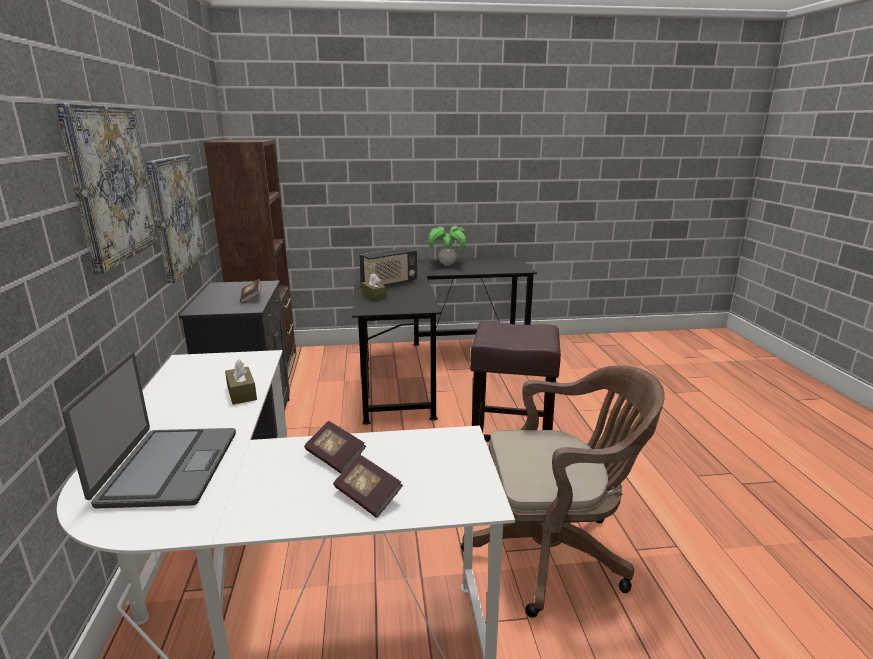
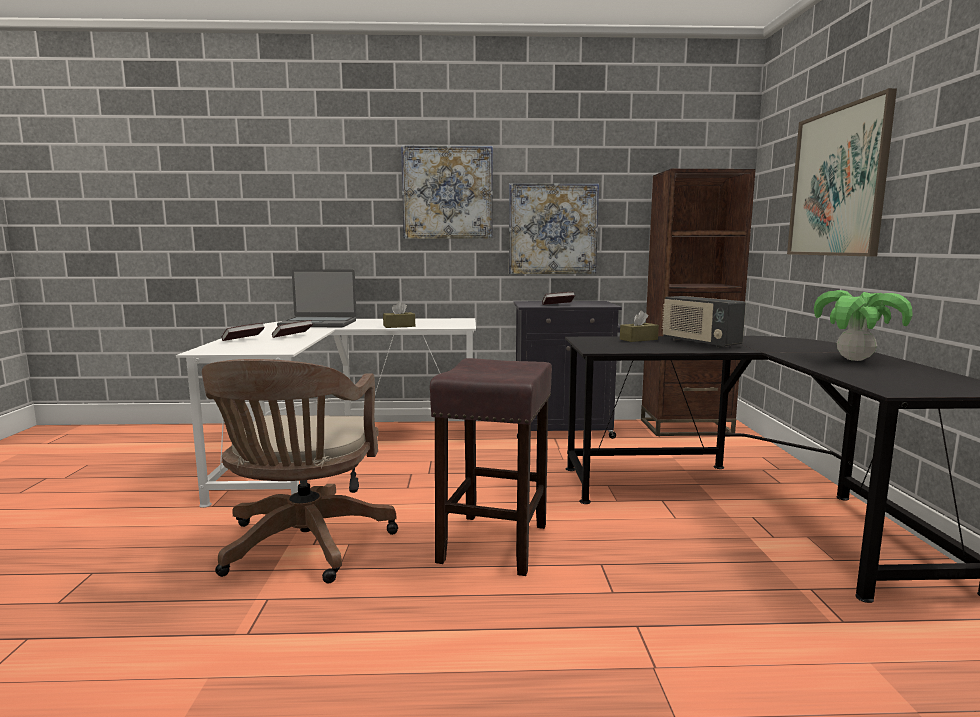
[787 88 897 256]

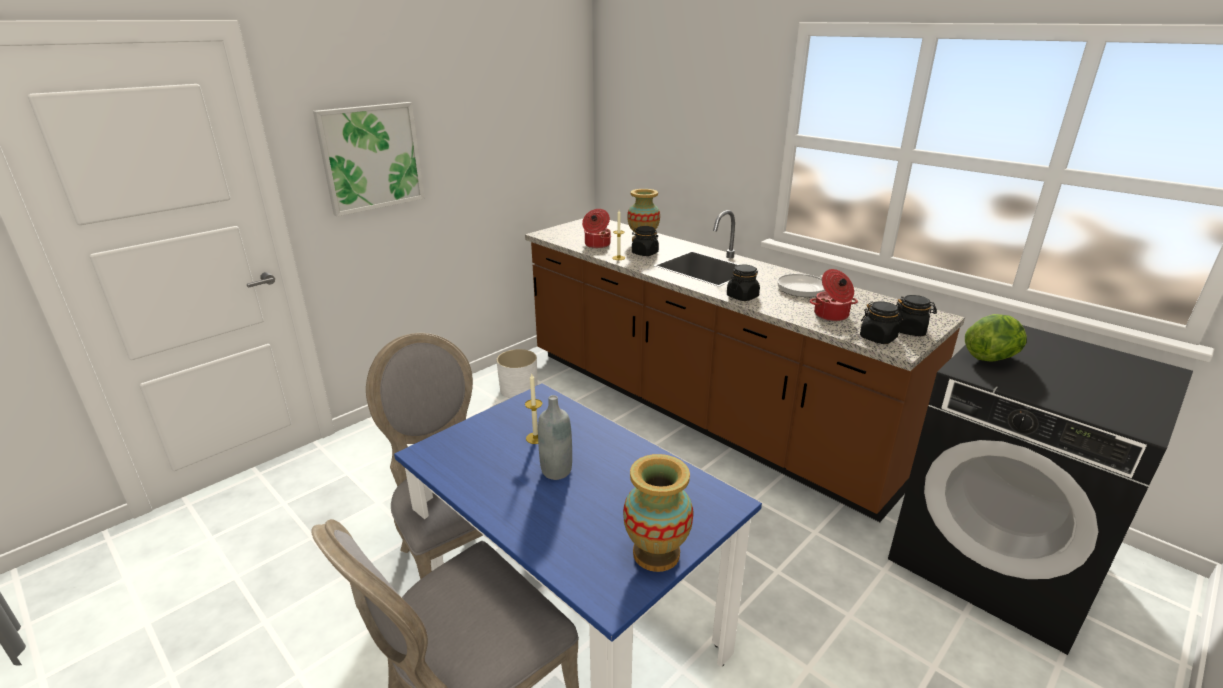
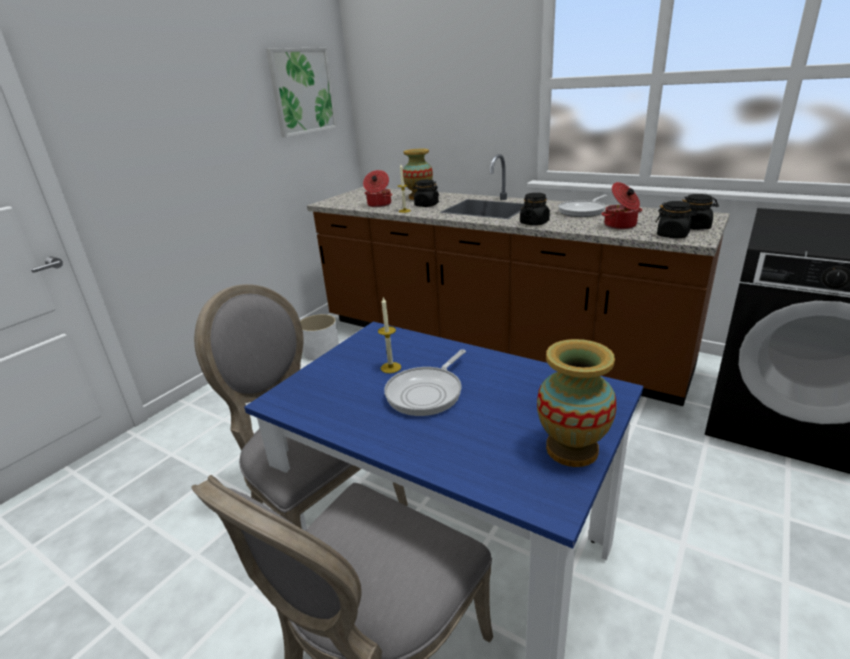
[266 48 337 138]
[965 314 1027 361] (first image)
[384 349 466 416]

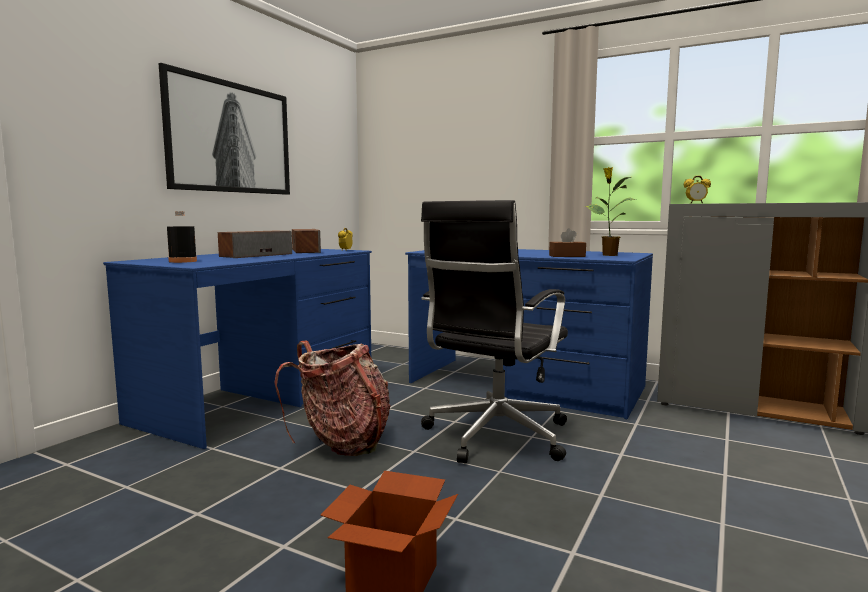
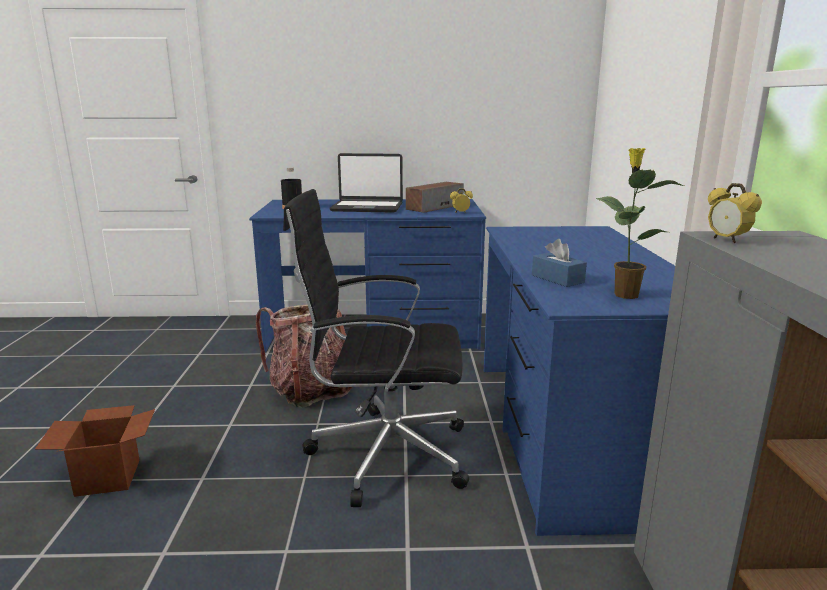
[159 63 290 195] (first image)
[532 239 587 287]
[329 153 403 213]

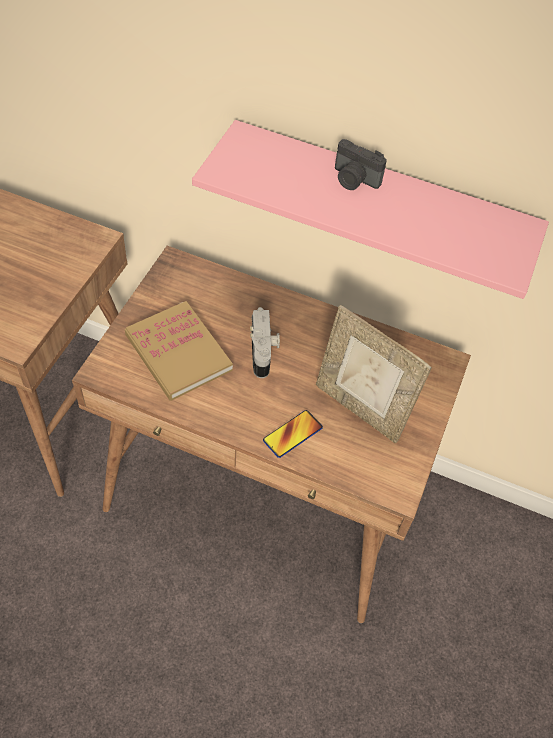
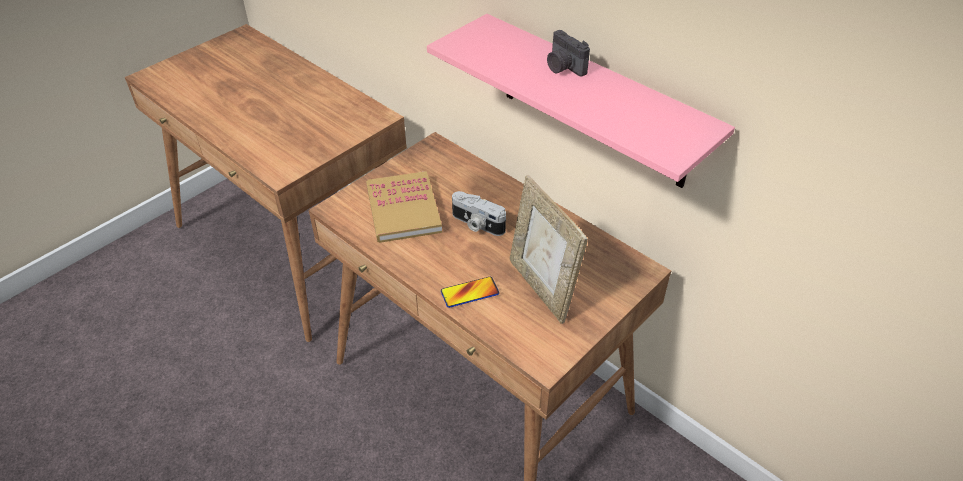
[452 191 506 236]

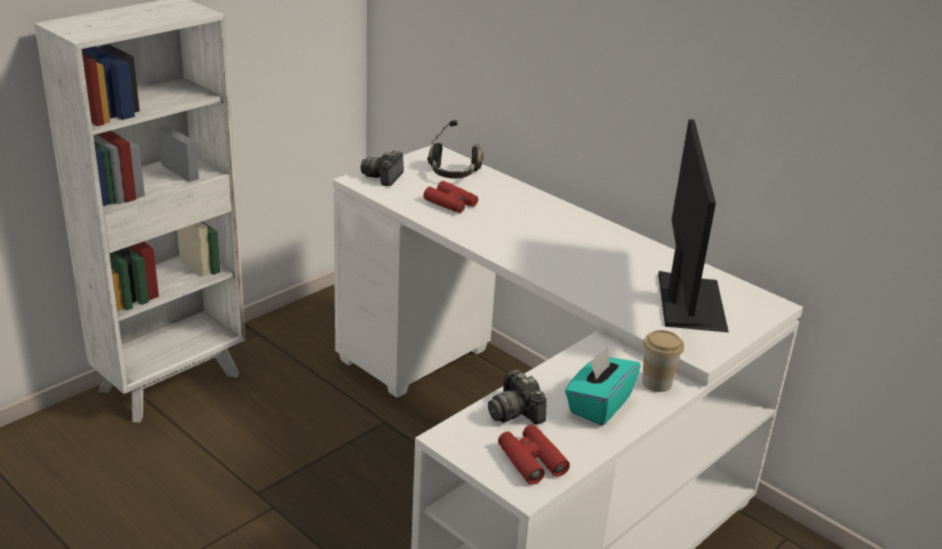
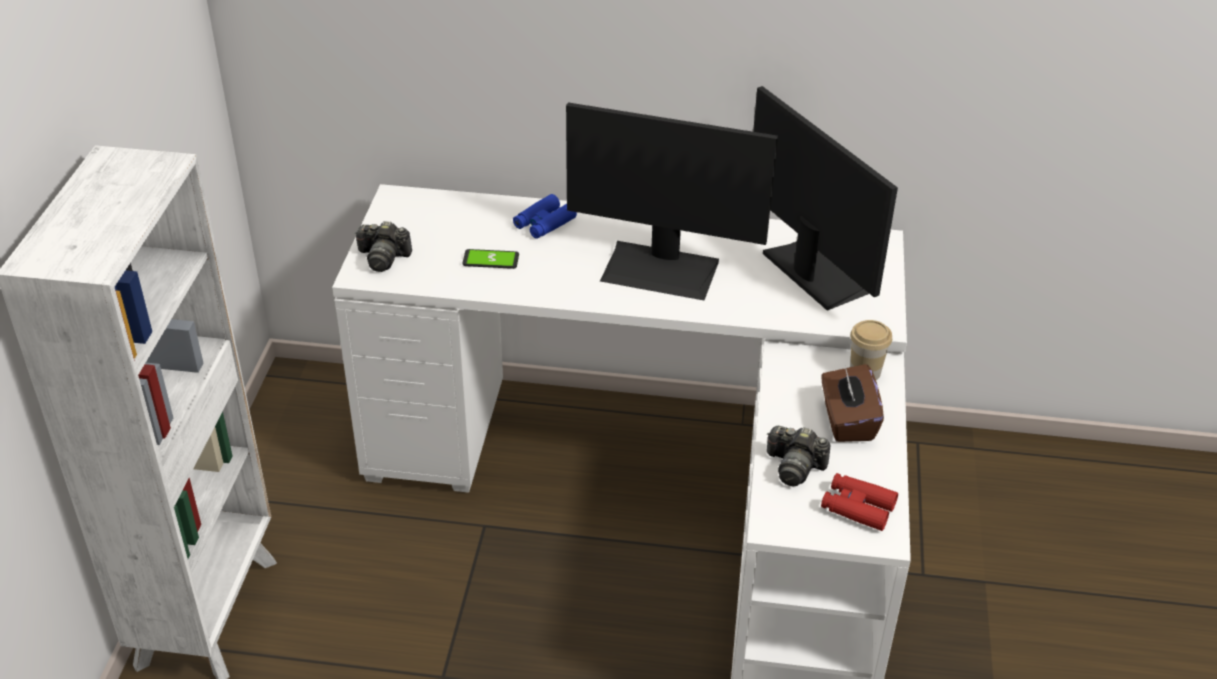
[427 120 484 178] (first image)
[355 221 412 272]
[462 249 519 269]
[821 364 884 442]
[566 102 778 300]
[513 194 577 239]

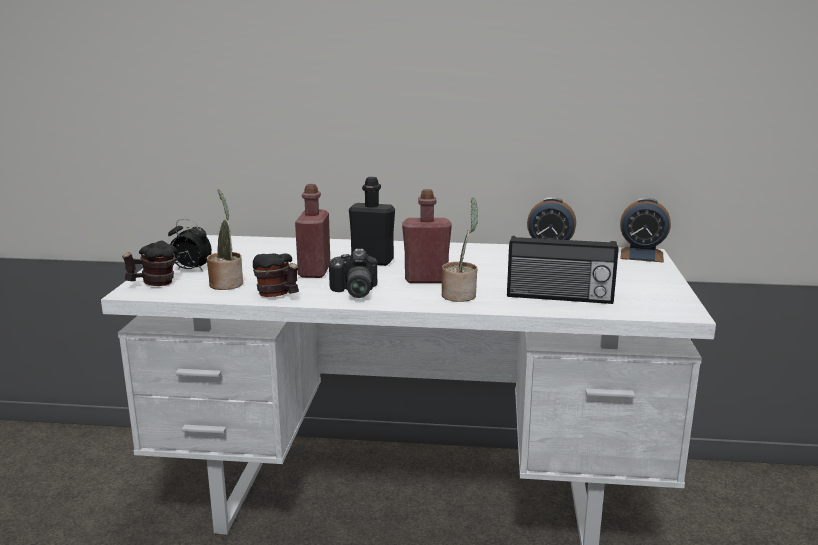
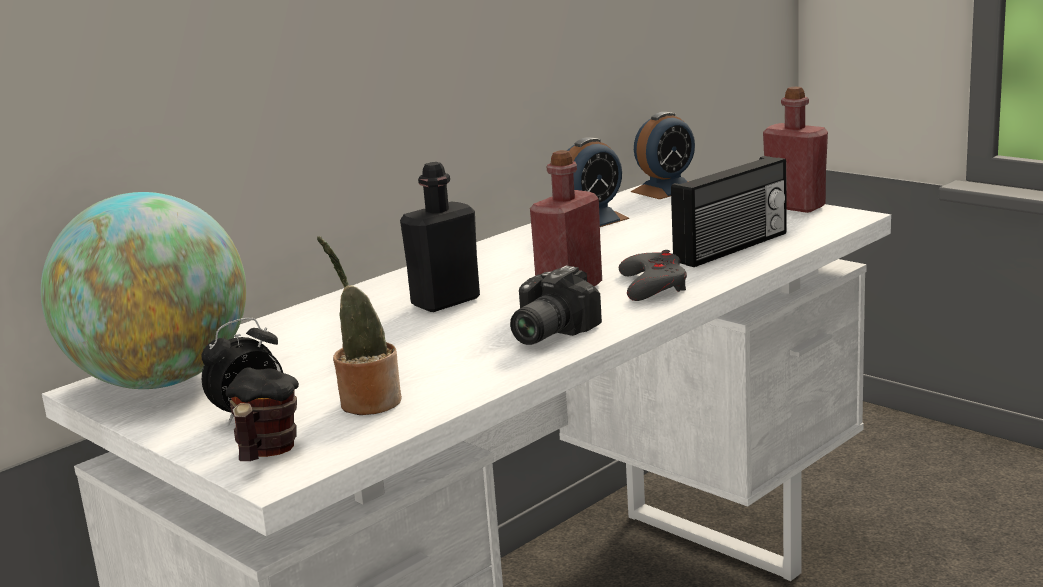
[763 87 828 213]
[619 250 687 301]
[510 266 602 345]
[253 254 299 297] (first image)
[41 192 246 389]

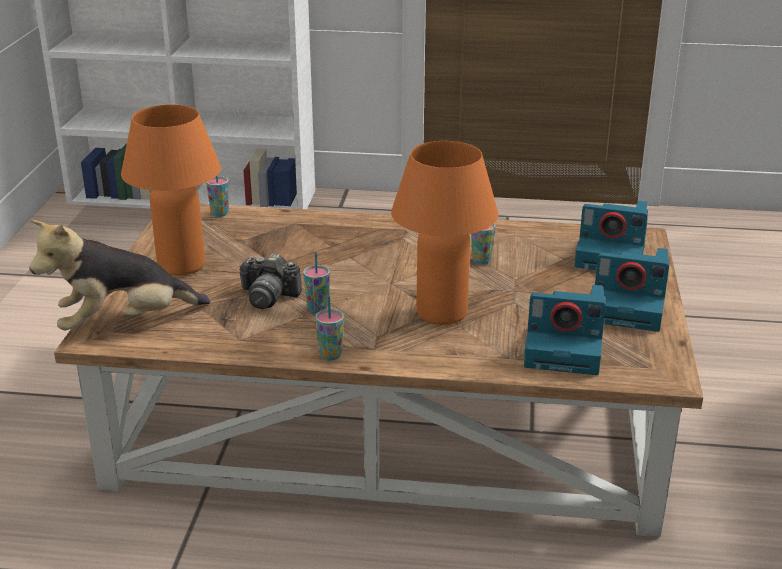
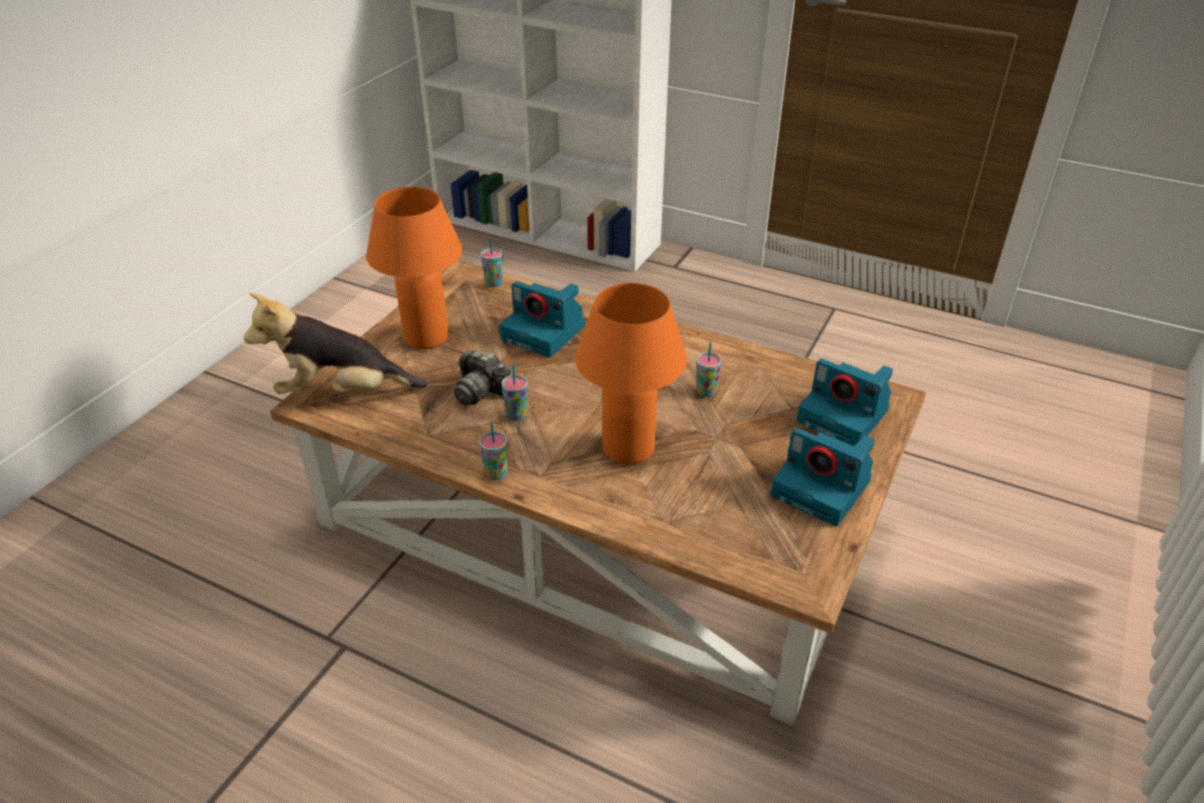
[500 281 585 358]

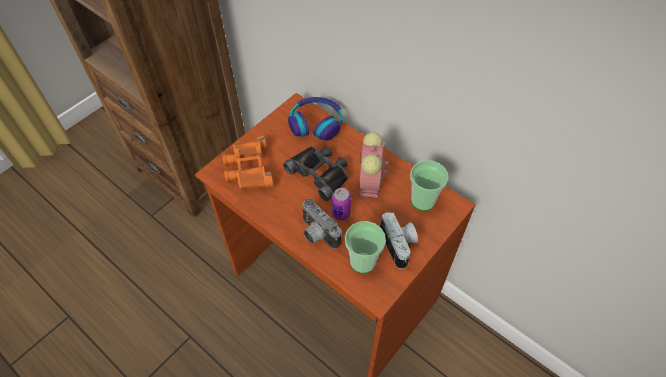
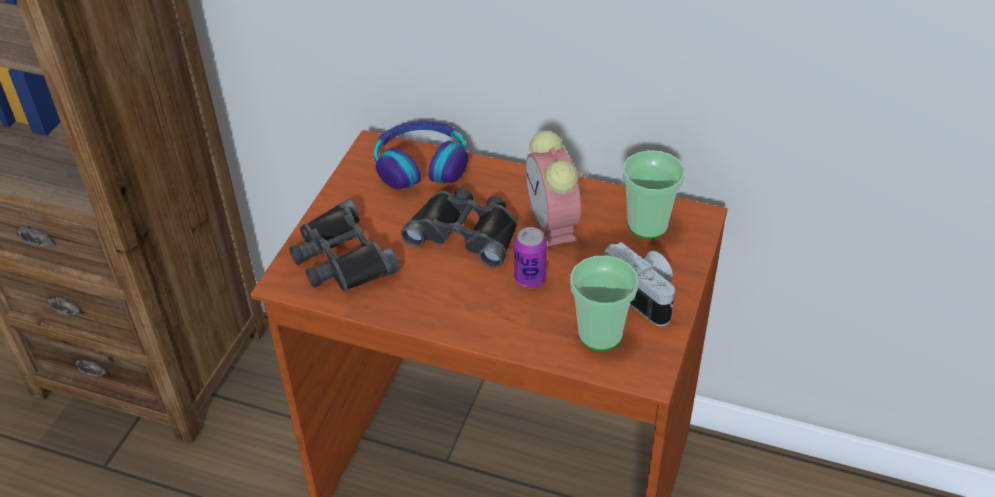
[289 200 400 292]
[301 198 342 249] (first image)

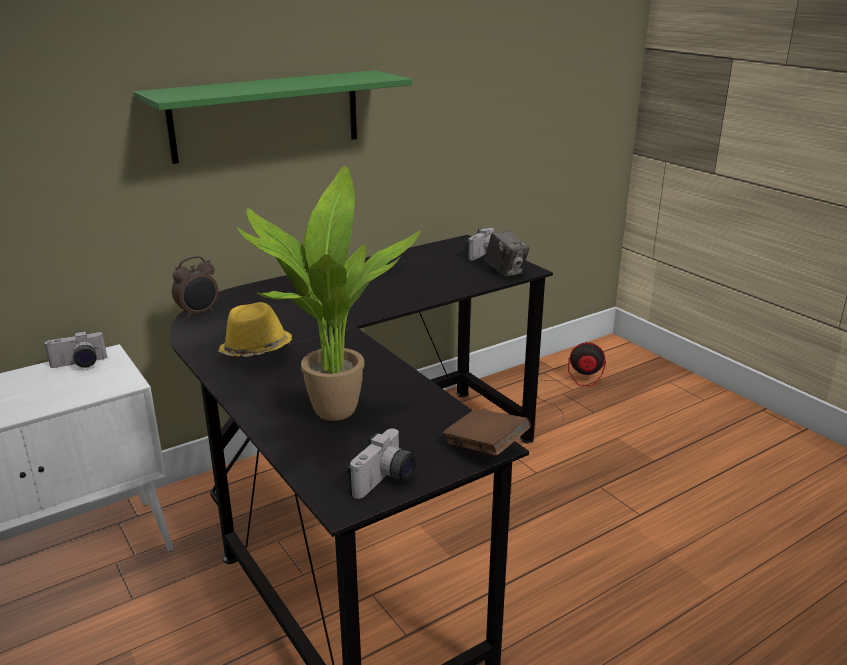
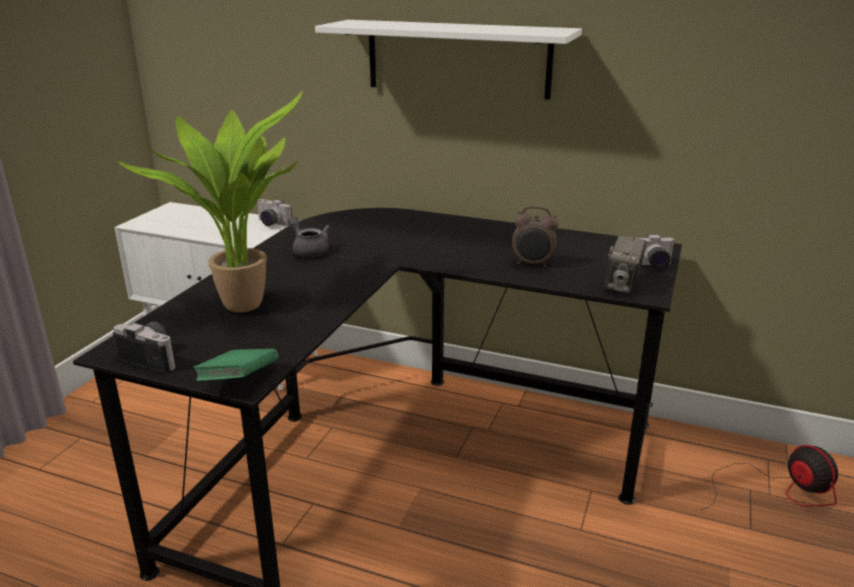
[315 20 582 100]
[512 206 558 267]
[288 217 330 257]
[193 349 279 381]
[113 321 175 373]

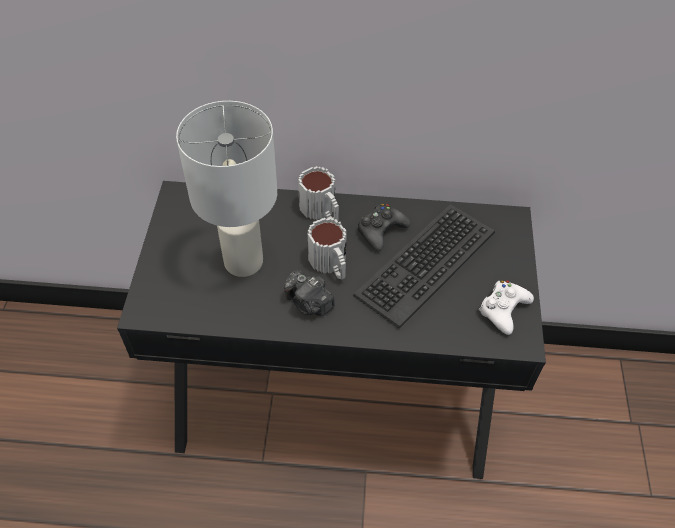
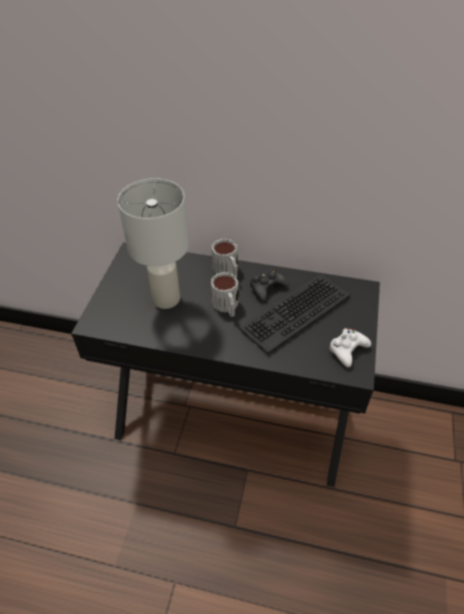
[284 270 335 316] (first image)

